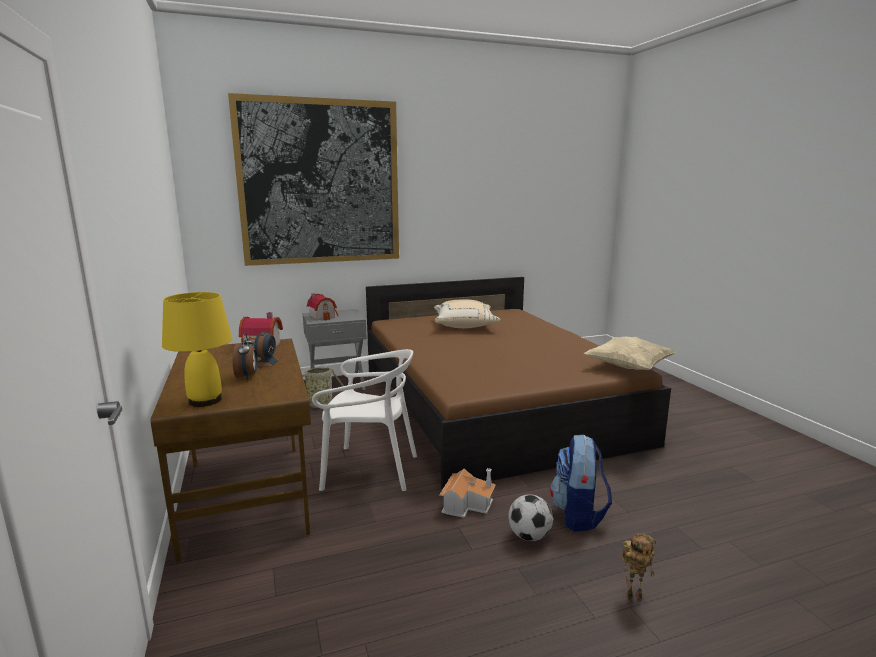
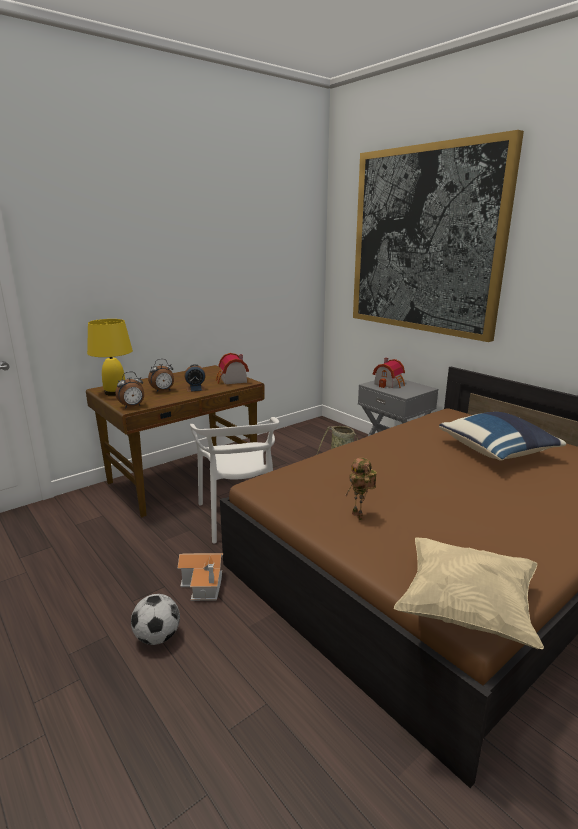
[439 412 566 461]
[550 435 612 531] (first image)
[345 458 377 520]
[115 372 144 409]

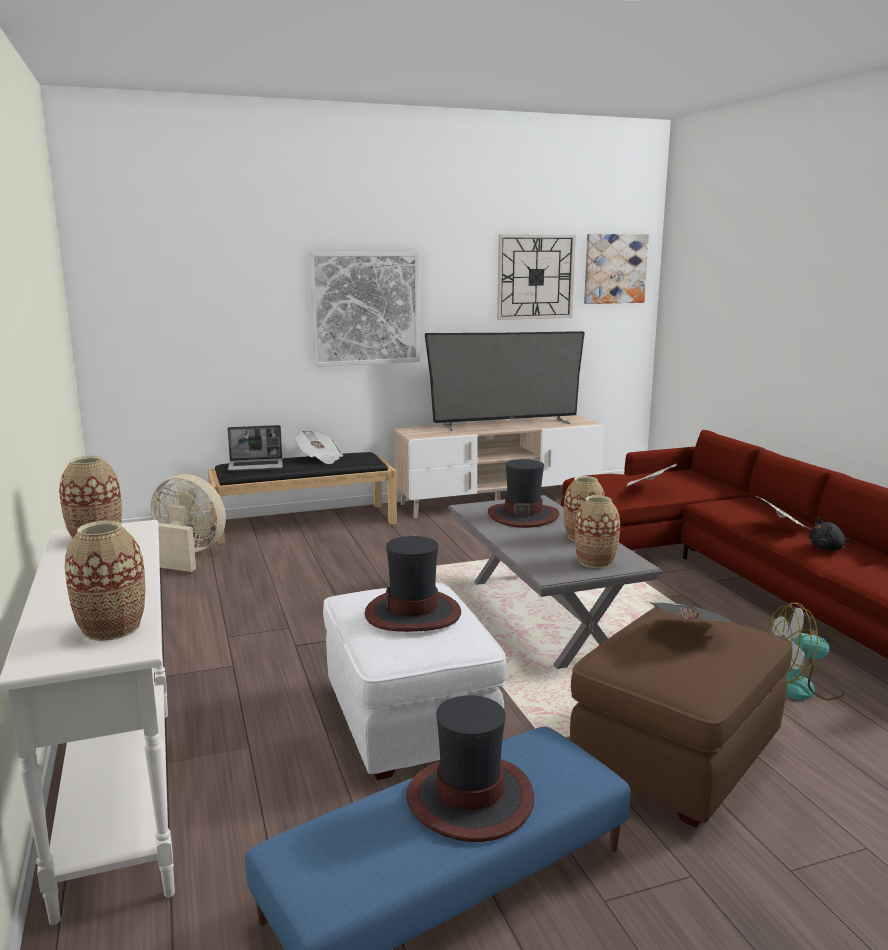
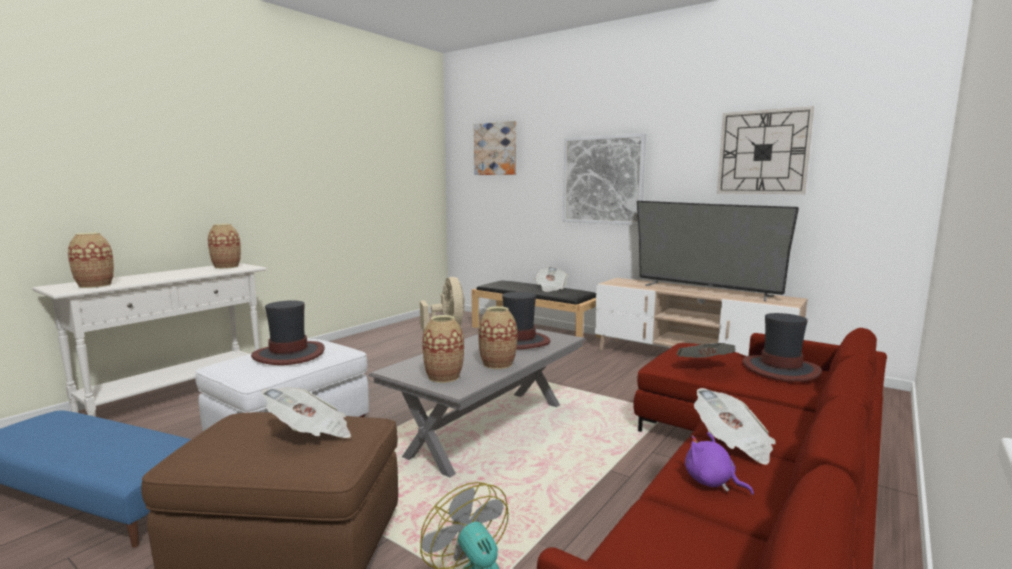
[474 121 516 175]
[228 425 283 471] (first image)
[685 432 754 495]
[743 313 822 382]

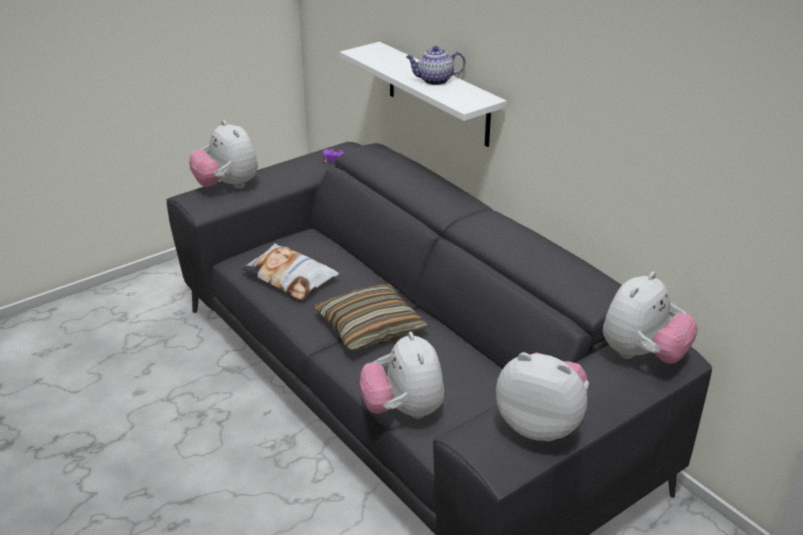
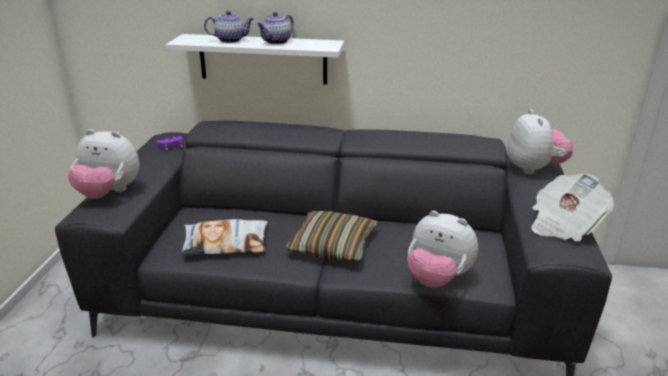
[531 173 614 241]
[204 11 254 43]

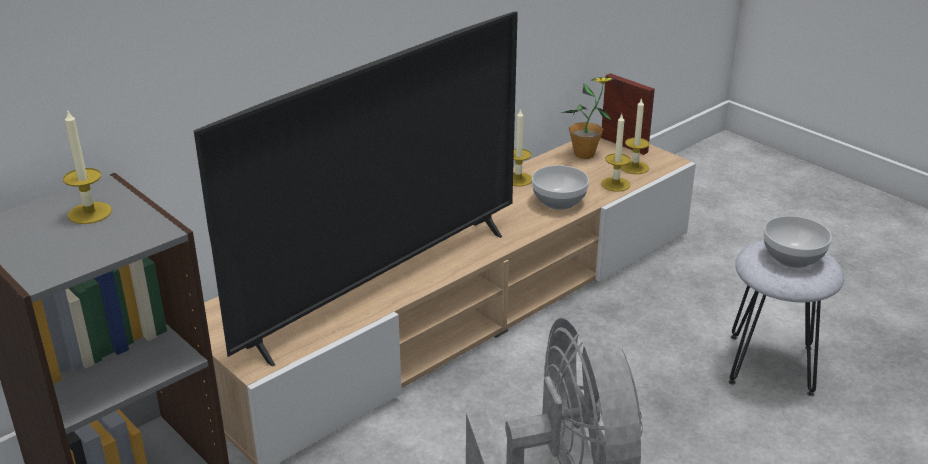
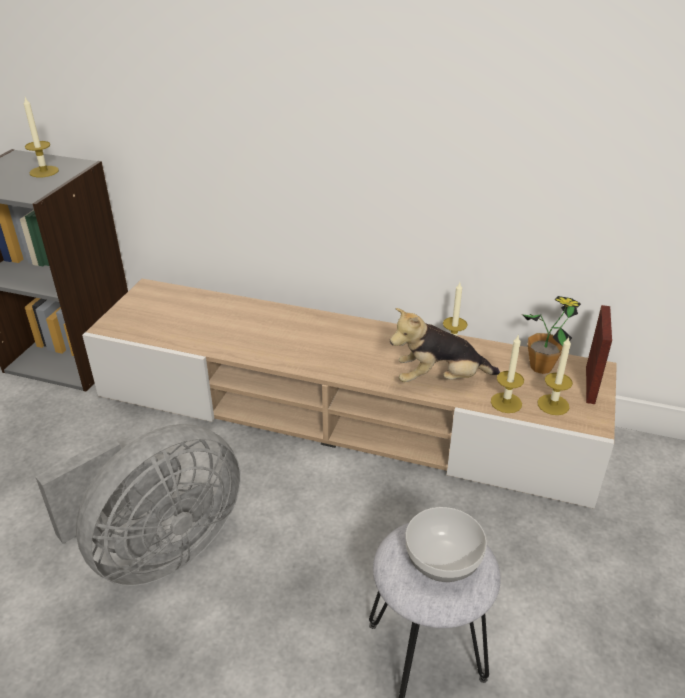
[194 11 518 367] (first image)
[390 308 500 382]

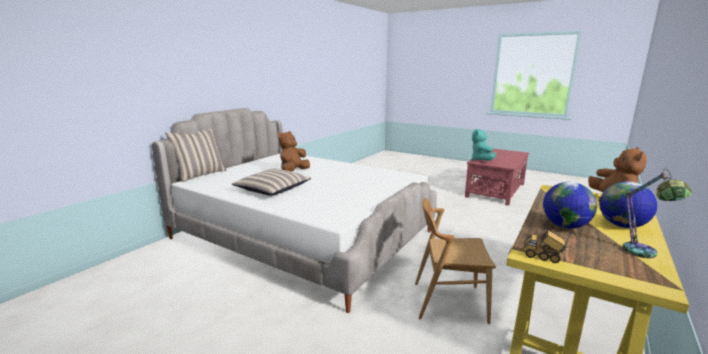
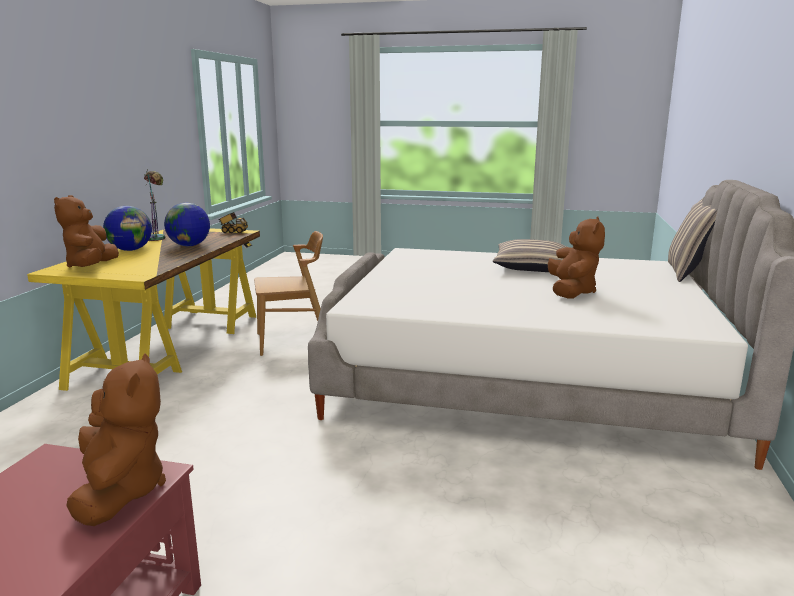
[66 353 166 526]

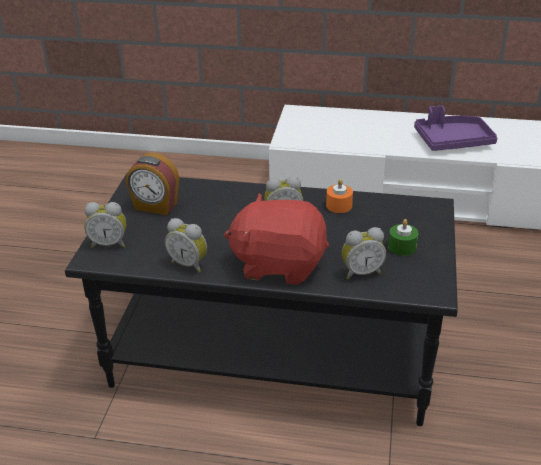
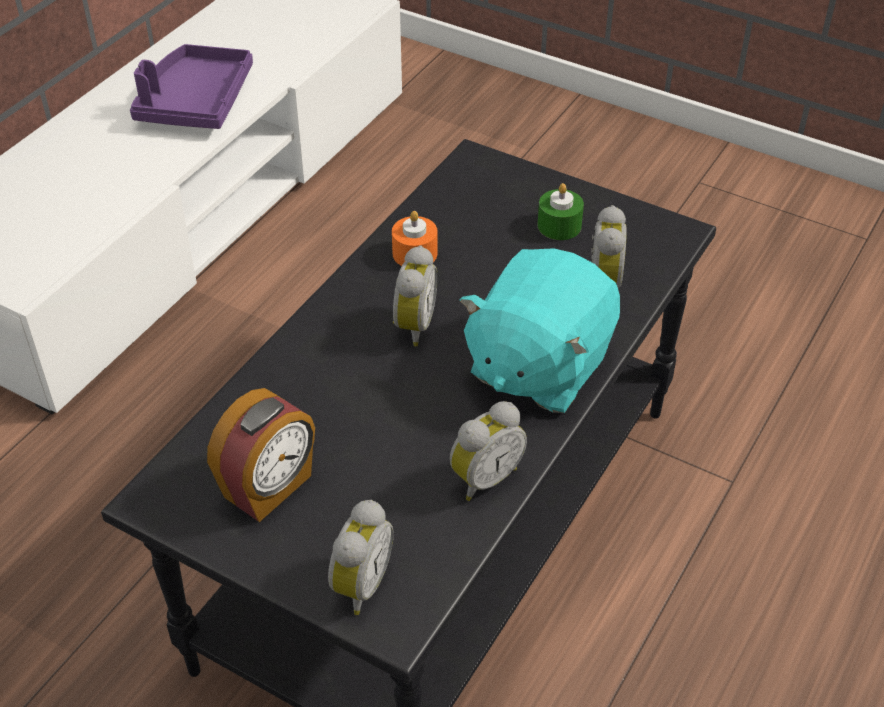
[460 248 620 413]

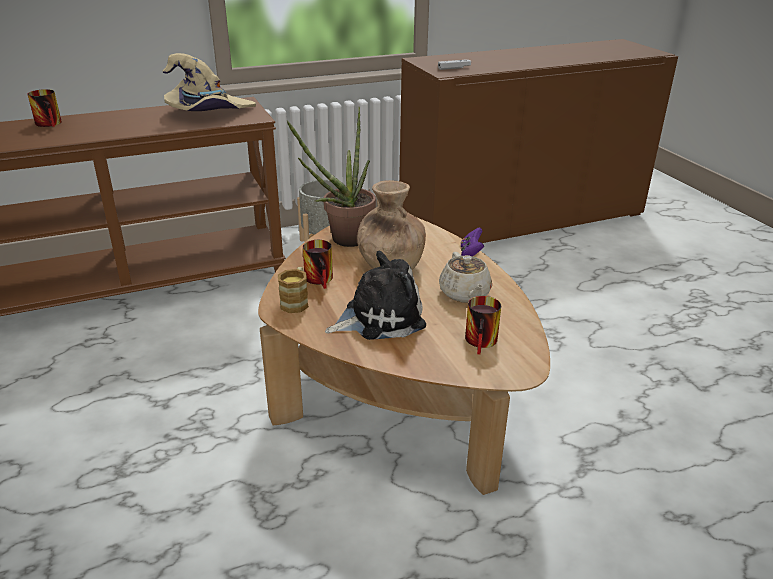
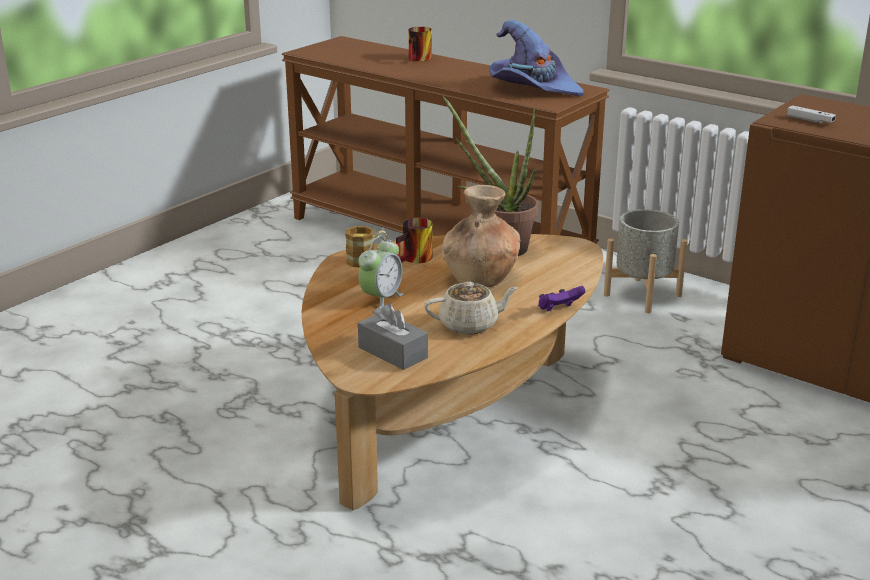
[489 20 584 96]
[358 237 404 308]
[424 281 519 334]
[358 303 428 370]

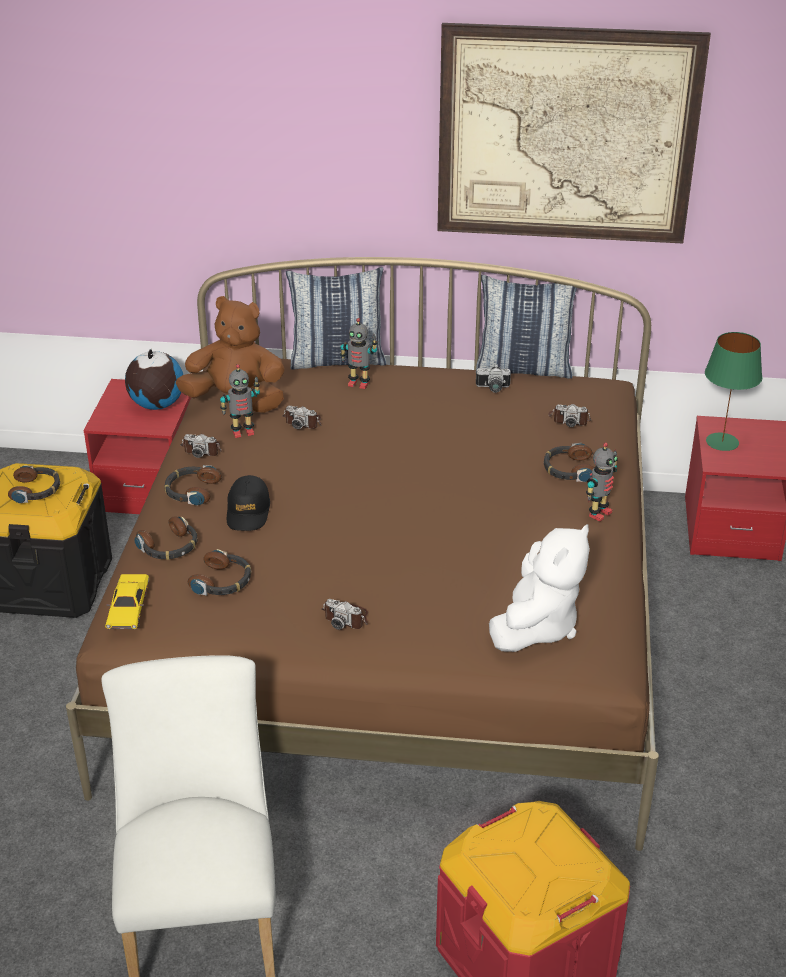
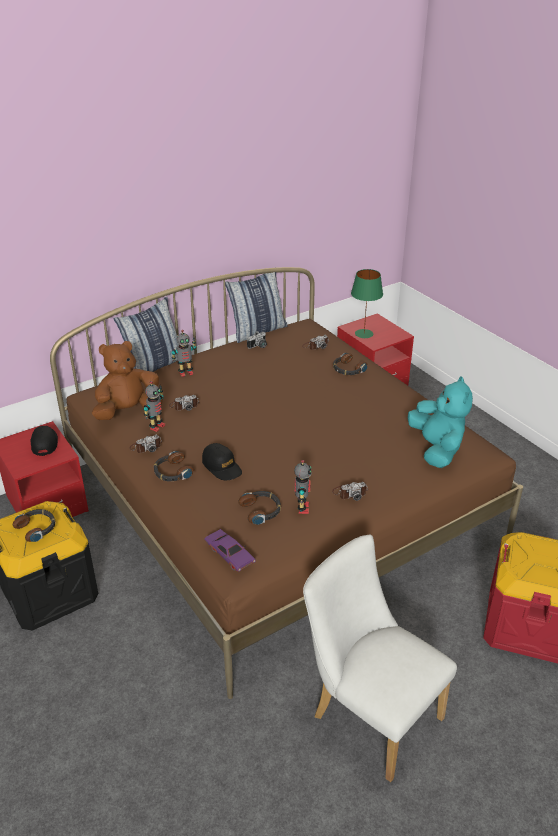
[437 23 711 243] (first image)
[31 426 58 456]
[294 460 312 514]
[135 516 198 560] (first image)
[408 376 473 468]
[204 529 256 572]

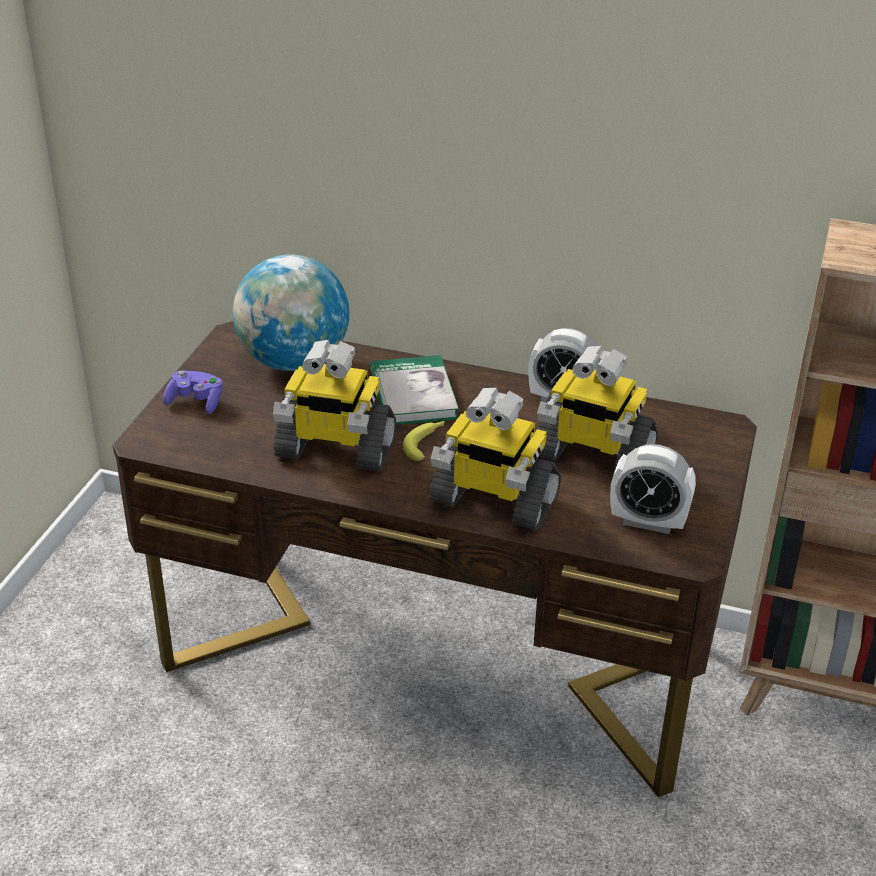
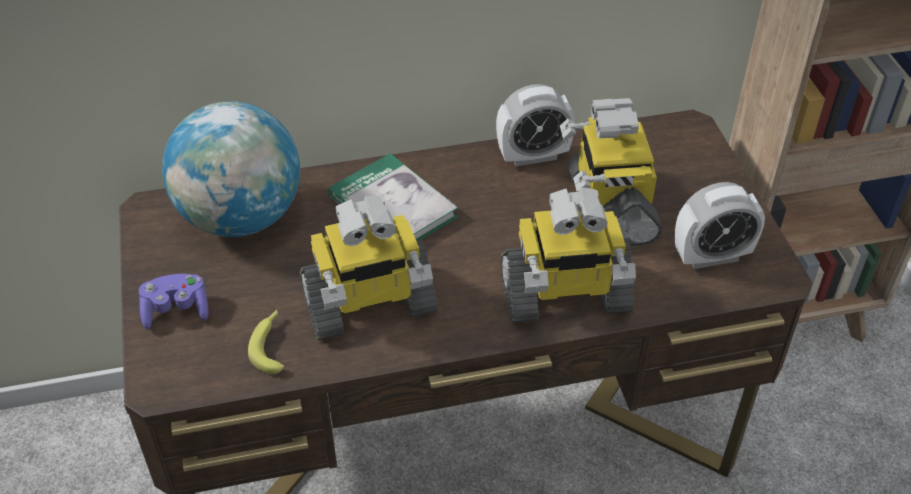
[560 98 662 246]
[248 309 284 374]

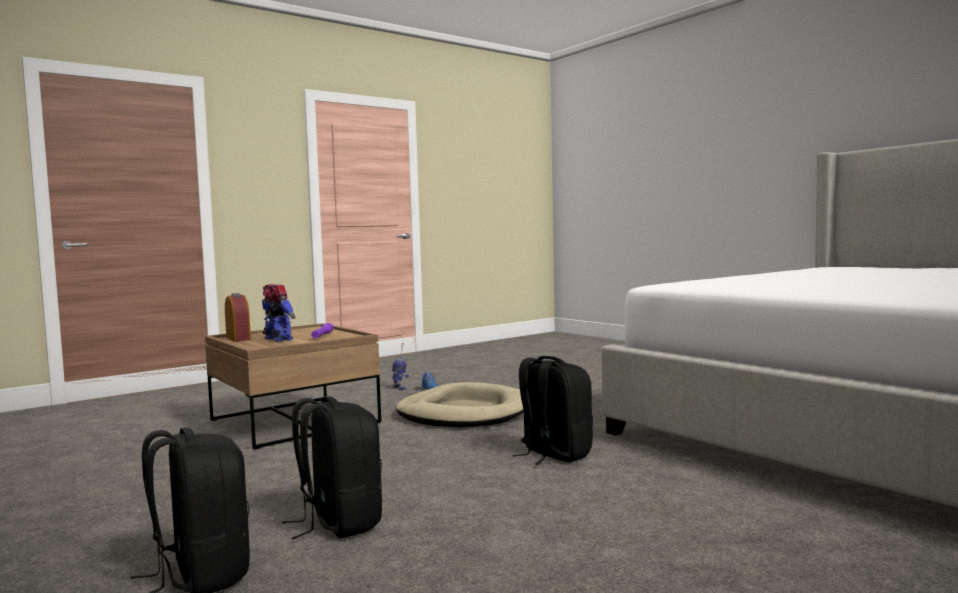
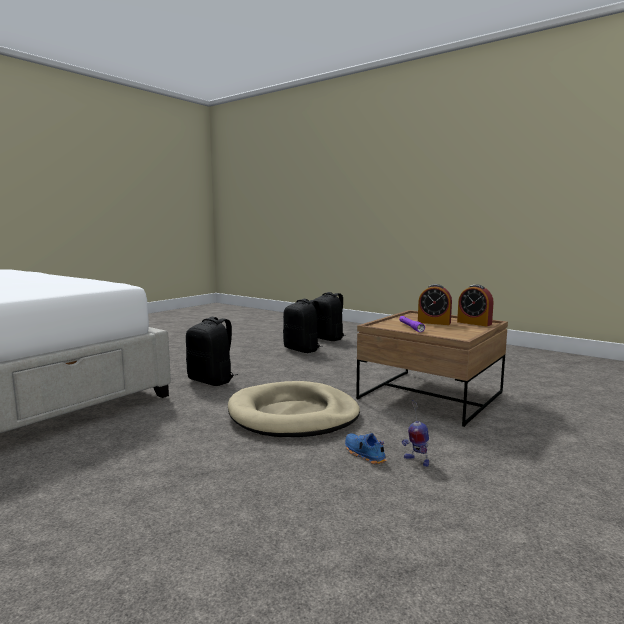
[418 284 452 325]

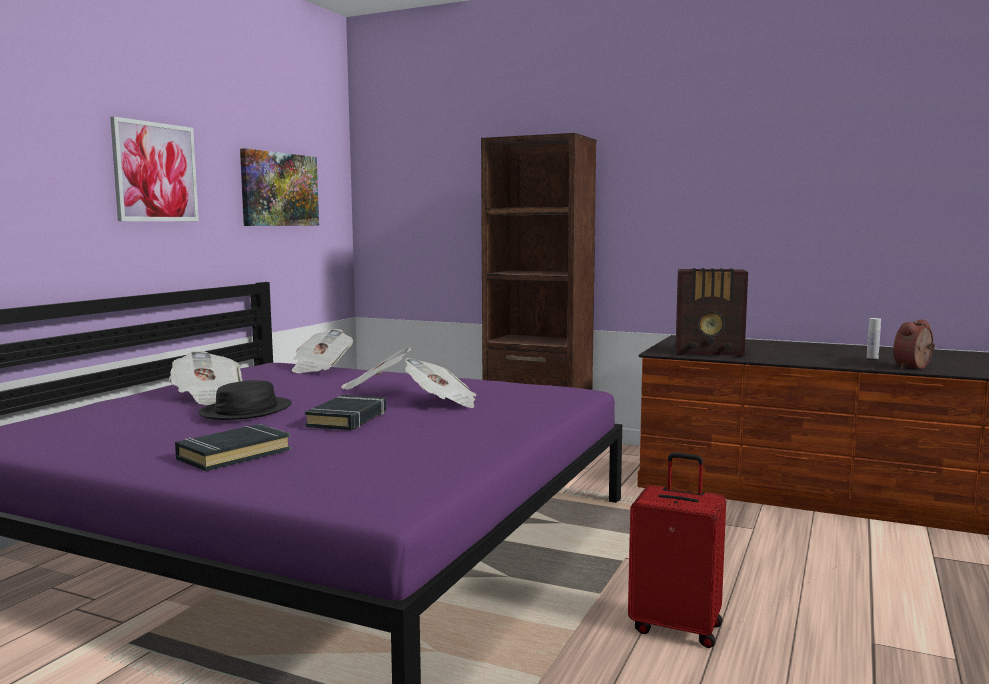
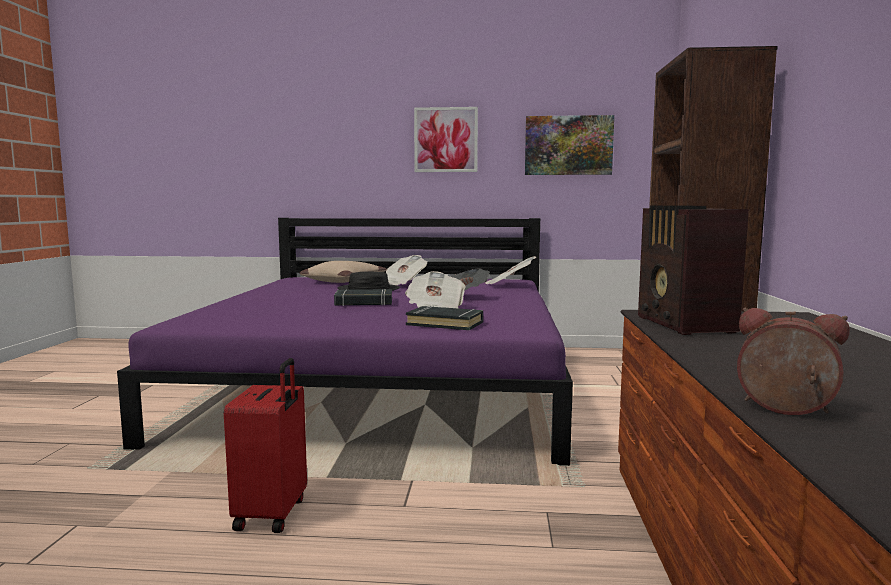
[866 318 881 359] (first image)
[406 306 483 330]
[300 261 387 283]

